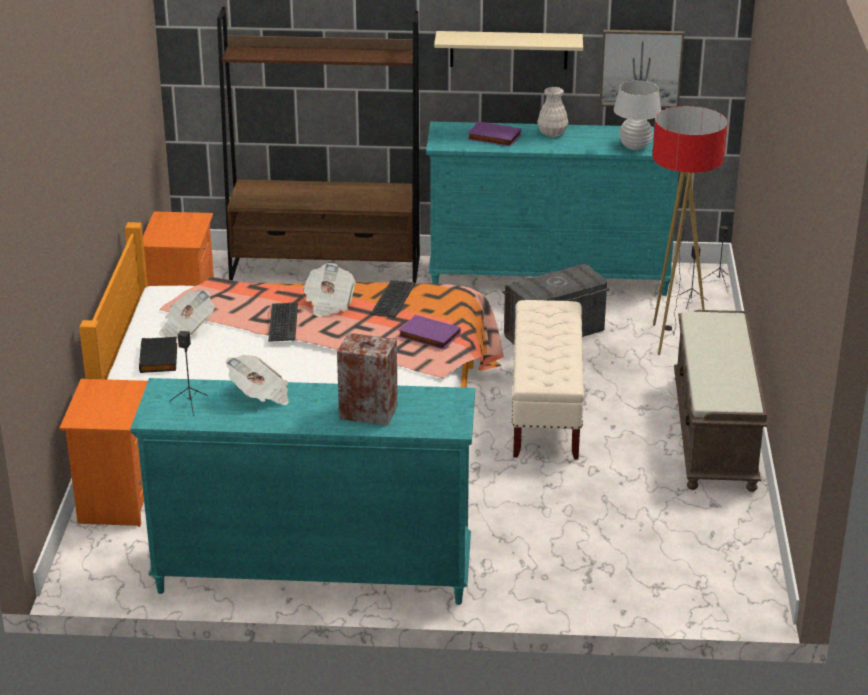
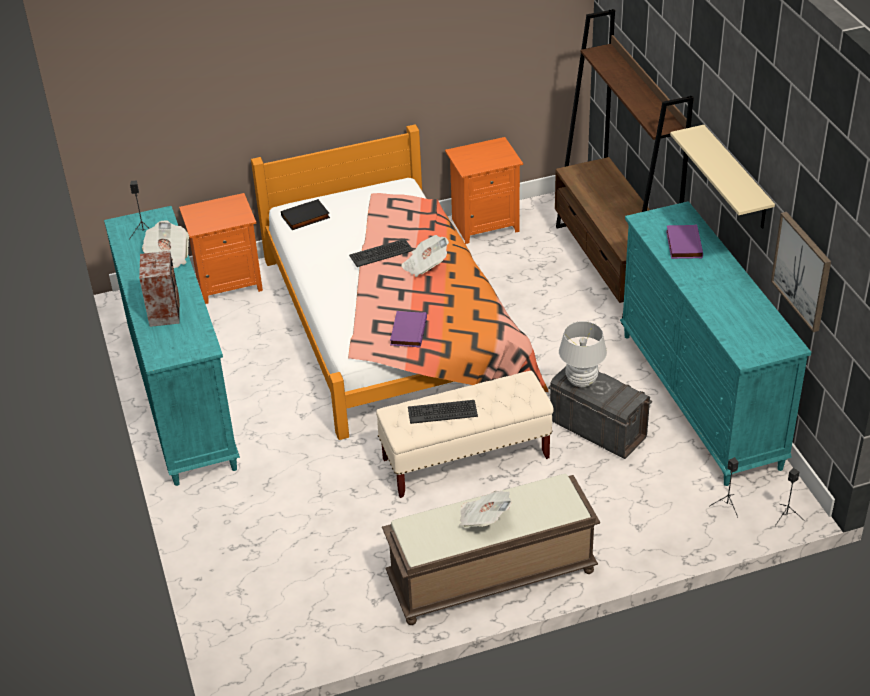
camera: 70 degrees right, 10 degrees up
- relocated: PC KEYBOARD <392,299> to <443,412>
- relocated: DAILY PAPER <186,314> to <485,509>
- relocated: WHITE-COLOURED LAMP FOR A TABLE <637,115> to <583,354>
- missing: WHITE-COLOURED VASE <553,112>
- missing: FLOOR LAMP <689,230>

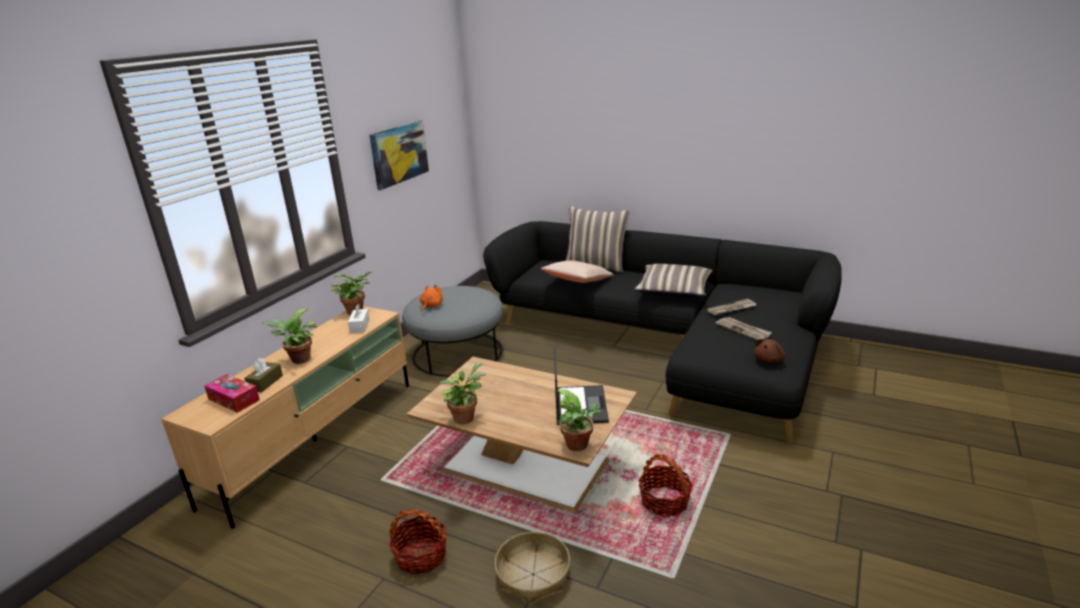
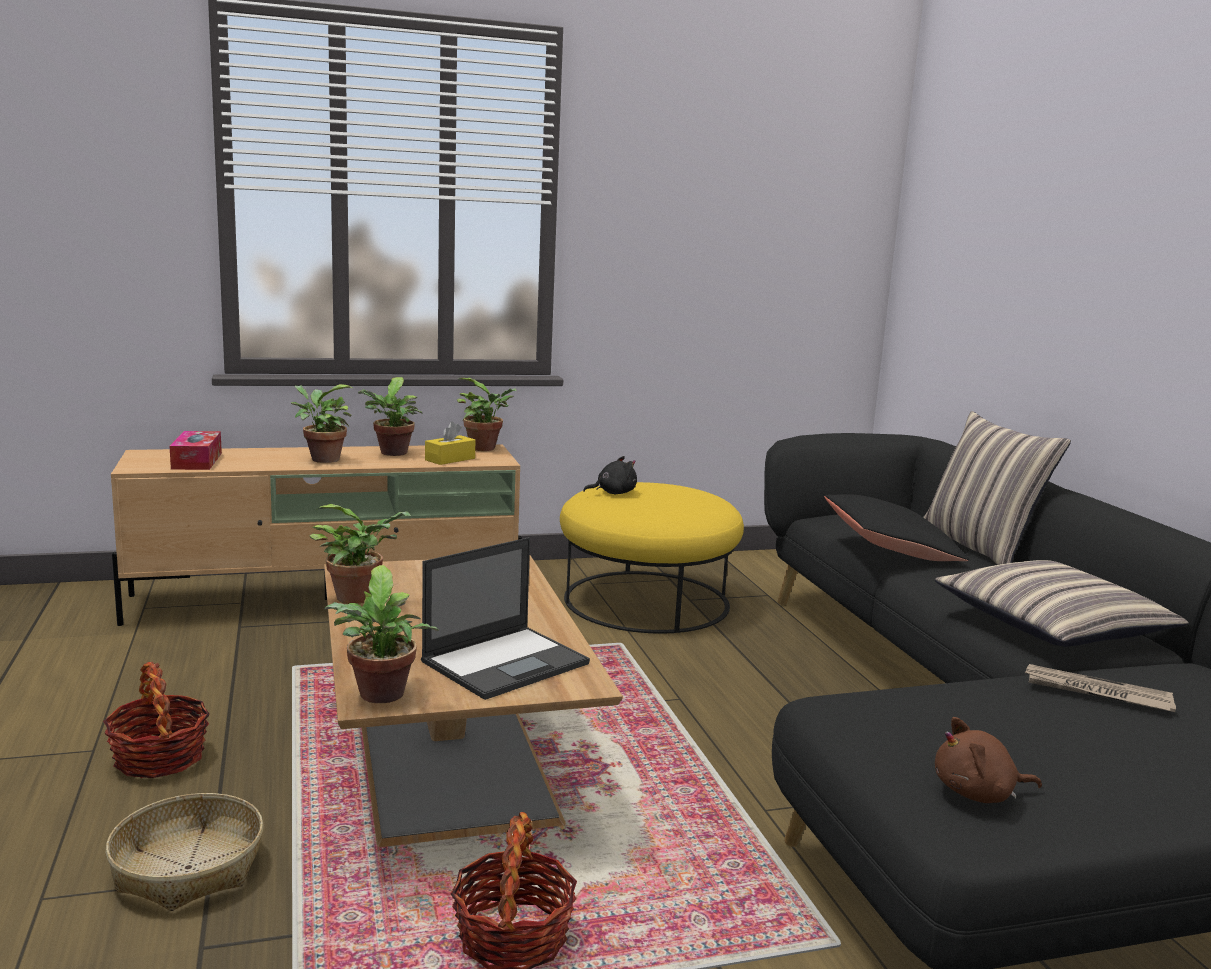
camera: 45 degrees right, 10 degrees down
- appeared: HOUSEPLANT <390,416>
- colour: WHITE-COLOURED TISSUE HOLDER <359,318> to YELLOW-COLOURED TISSUE HOLDER <450,443>
- colour: GREY FOOTREST <452,331> to YELLOW-COLOURED FOOTREST <652,557>
- colour: ORANGEY CUDDLY TOY <431,298> to BLACKISH CUDDLY TOY <610,475>
- colour: BEIGE-COLOURED CUSHION <577,272> to BLACKISH CUSHION <896,527>
- missing: BROWNISH TISSUE HOLDER <263,375>
- missing: PICTURE <399,155>
- missing: DAILY PAPER <744,329>

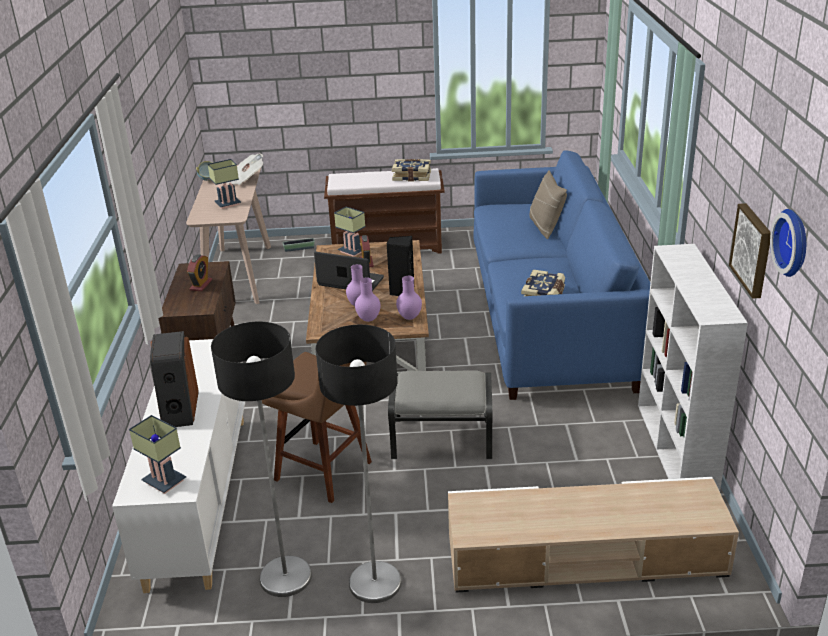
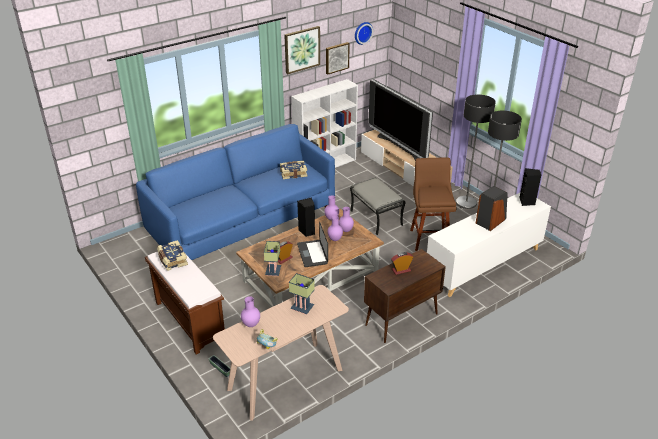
camera: 125 degrees left, 5 degrees up
- exchanged: DAILY PAPER <244,169> to PURPLE-COLOURED VASE <250,311>
- appeared: PICTURE <302,50>
- appeared: TV <400,119>
- exchanged: LAMP FOR A TABLE <157,454> to BLACKISH LOUDSPEAKER <530,187>
- missing: BEIGE-COLOURED CUSHION <548,204>

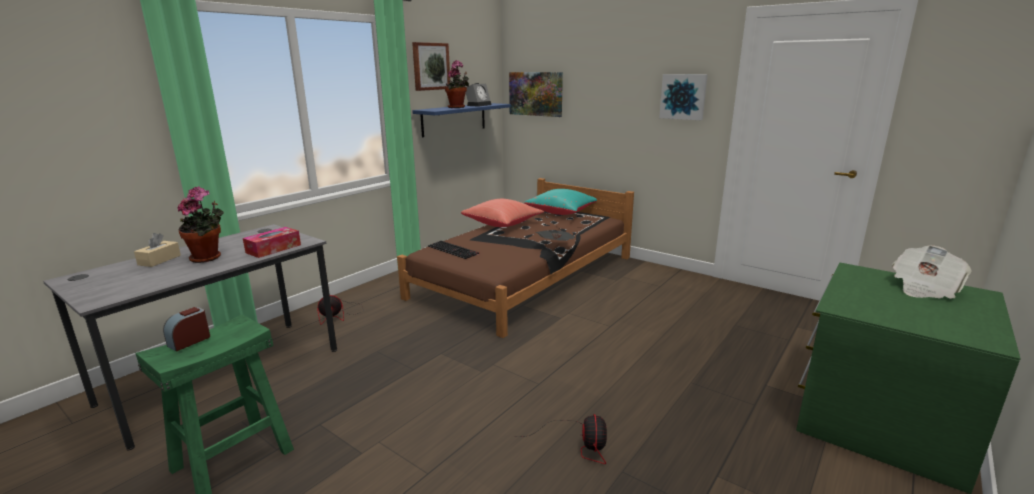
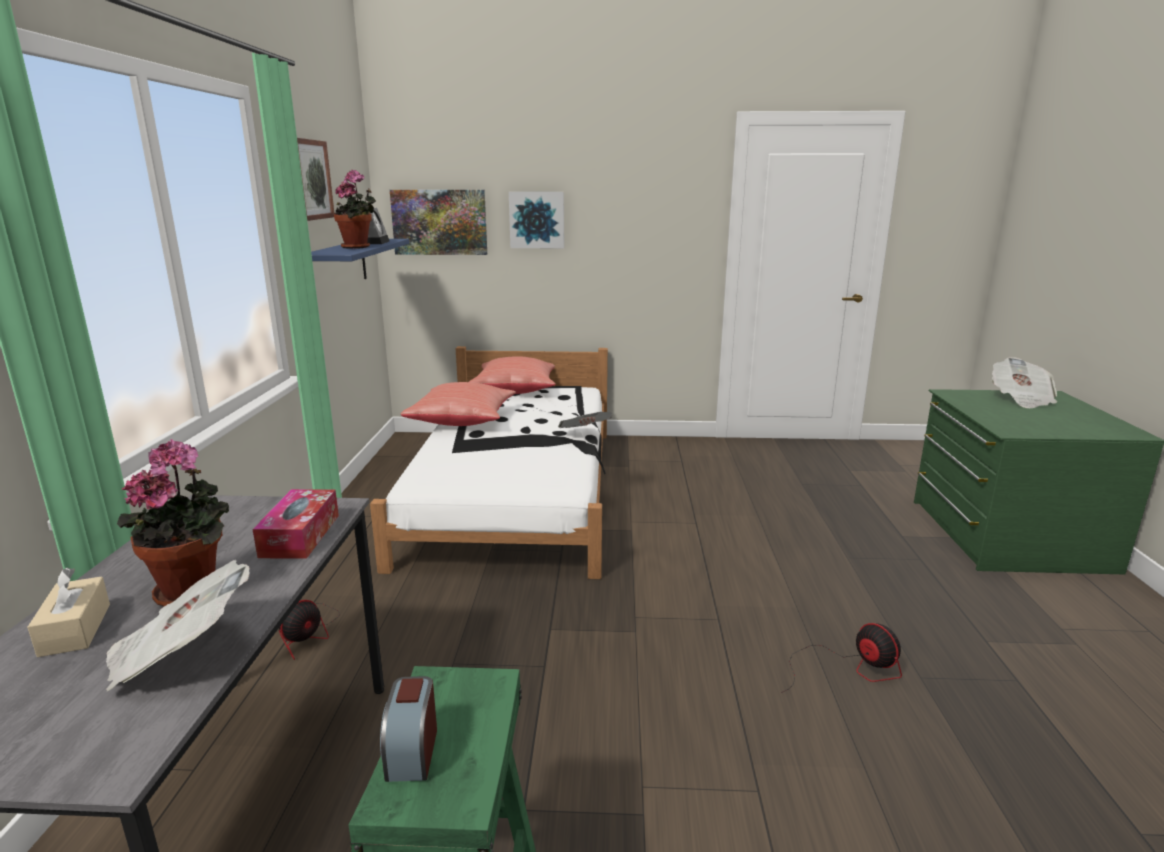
camera: 35 degrees left, 0 degrees up
- appeared: DAILY PAPER <178,625>
- colour: BROWNISH SLEEPING BED <515,258> to WHITE-COLOURED SLEEPING BED <489,462>
- colour: TURQUOISE CUSHION <560,202> to REDDISH CUSHION <512,375>
- relocated: PICTURE <683,97> to <536,220>
- missing: PC KEYBOARD <453,250>

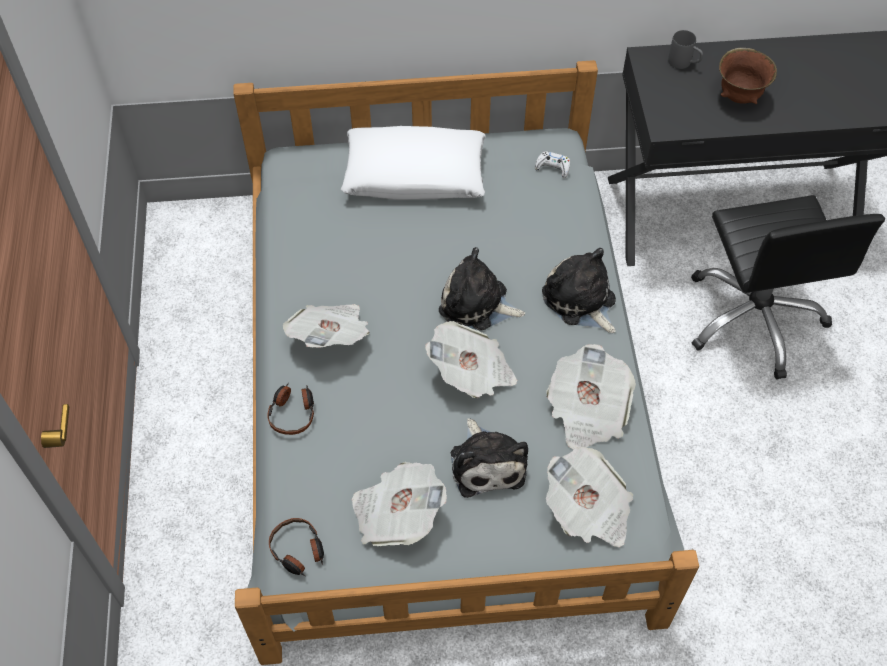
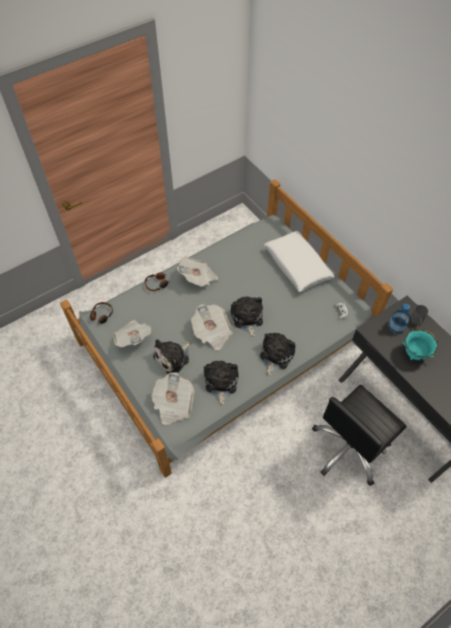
camera: 60 degrees right, 0 degrees up
- exchanged: DAILY PAPER <591,396> to CUDDLY TOY <221,383>
- appeared: BOTTLE <399,318>
- colour: BROWNISH DEEP DISH <748,76> to TURQUOISE DEEP DISH <420,344>

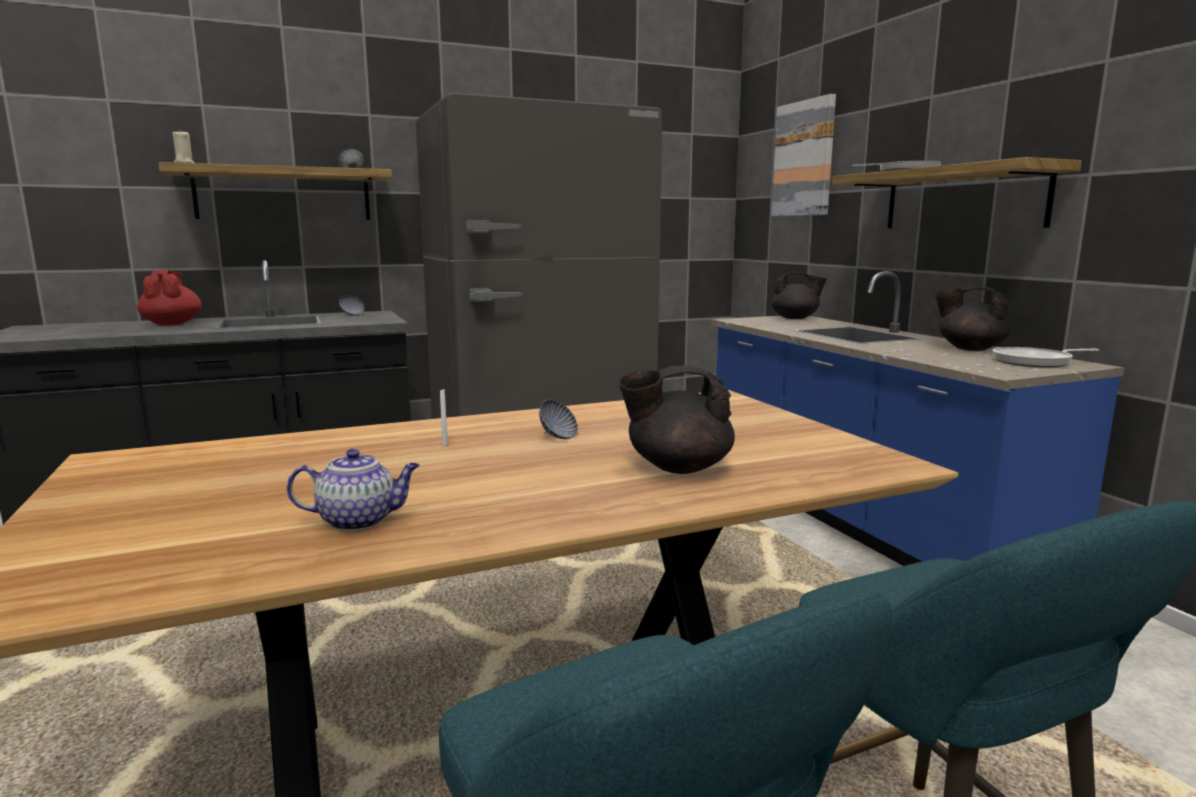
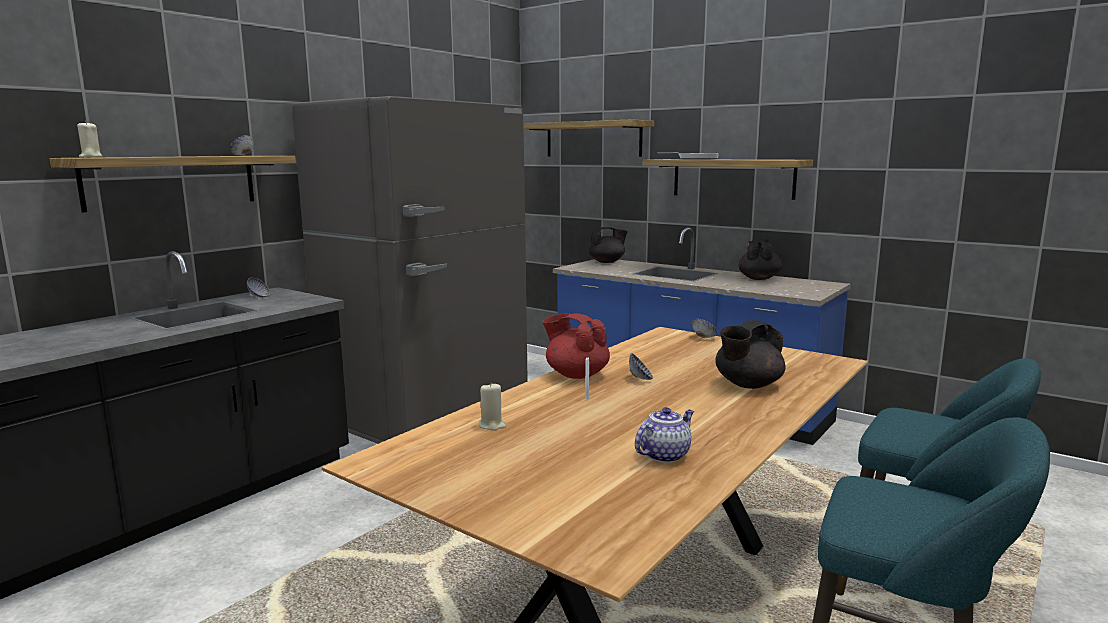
camera: 30 degrees left, 0 degrees up
- appeared: BEIGE-COLOURED WAX CANDLE <492,406>
- exchanged: PICTURE <803,155> to SHELF <588,138>
- relocated: REDDISH TEA POT <169,298> to <576,346>
- appeared: DEEP DISH <705,328>
- spun: BLACKISH TEA POT <972,318> = <760,259> 105 degrees clockwise
- missing: PAN <1046,357>

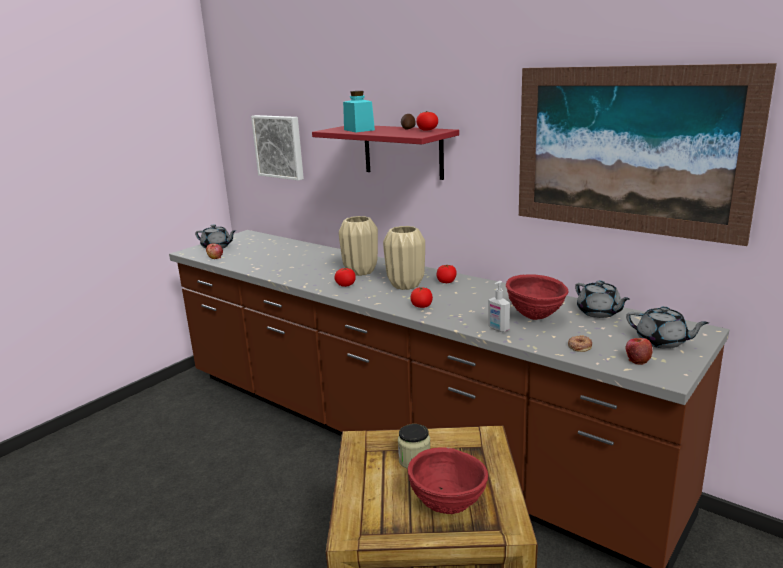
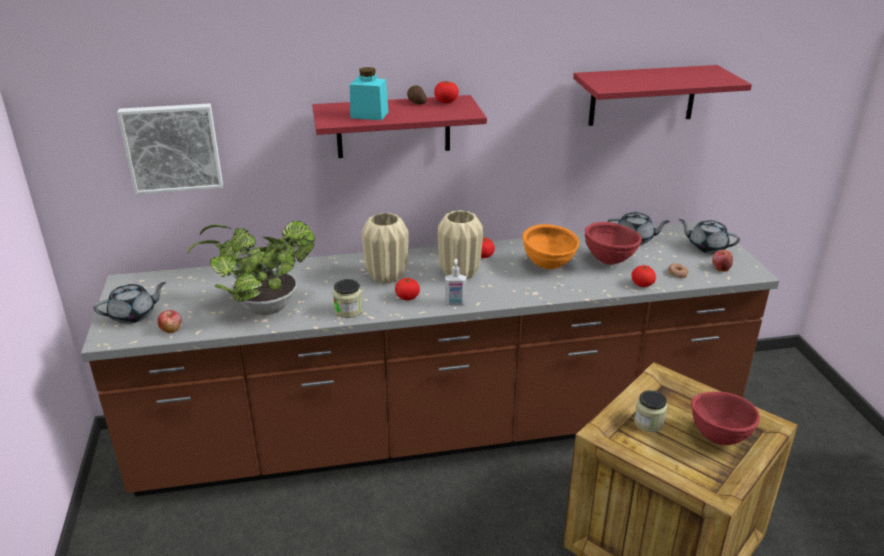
camera: 50 degrees left, 10 degrees up
- appeared: HOUSEPLANT <251,268>
- appeared: JAR <348,298>
- relocated: SOAP BOTTLE <499,306> to <455,282>
- appeared: ORANGEY DEEP DISH <550,246>
- exchanged: PICTURE <648,154> to REDDISH SHELF <662,95>
- relocated: WHOLE TOMATO <421,298> to <643,276>
- spun: GREY TEA POT <667,327> = <710,236> 135 degrees counterclockwise

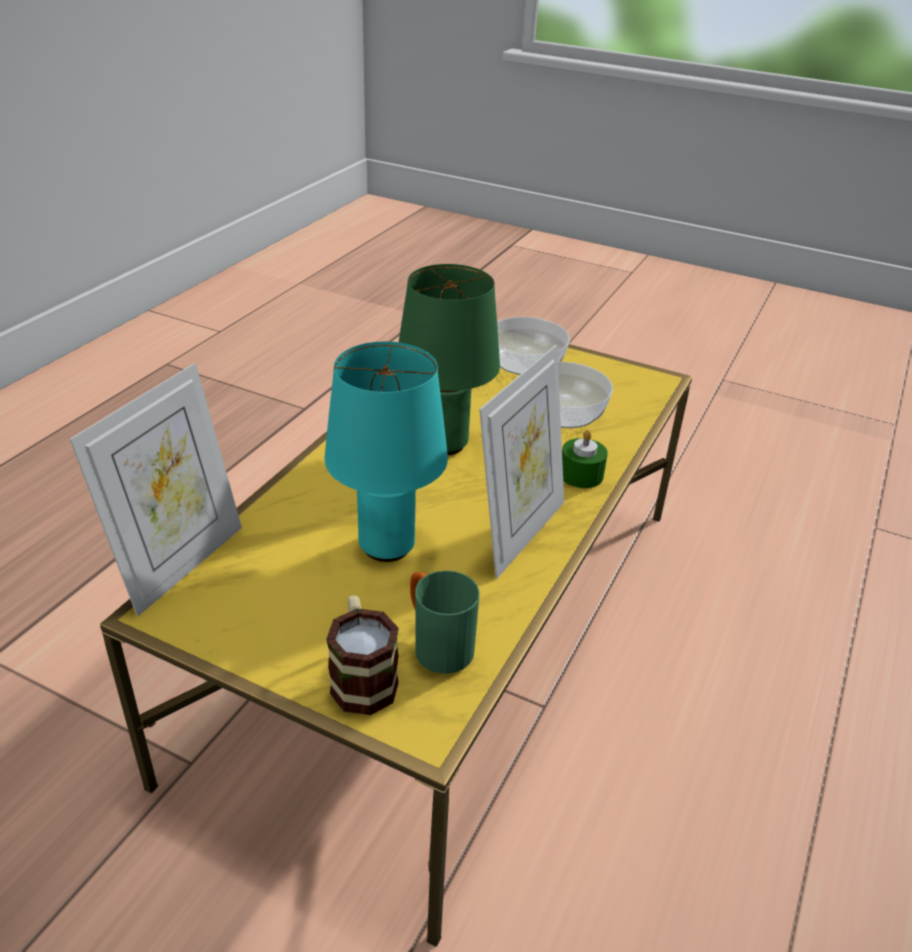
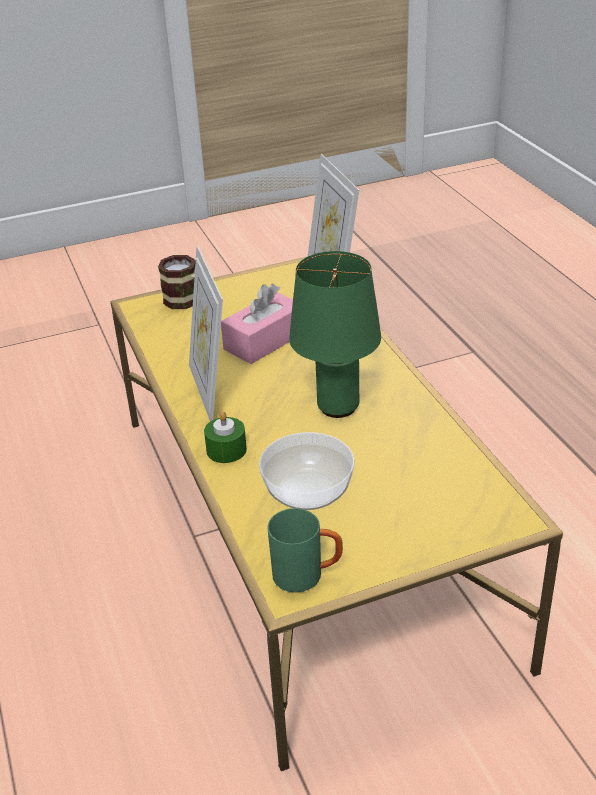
camera: 135 degrees right, 0 degrees up
- exchanged: TURQUOISE LAMP FOR A TABLE <386,452> to PINK-COLOURED TISSUE HOLDER <257,324>
- relocated: GREEN MUG <445,622> to <305,550>
- missing: DEEP DISH <533,346>

